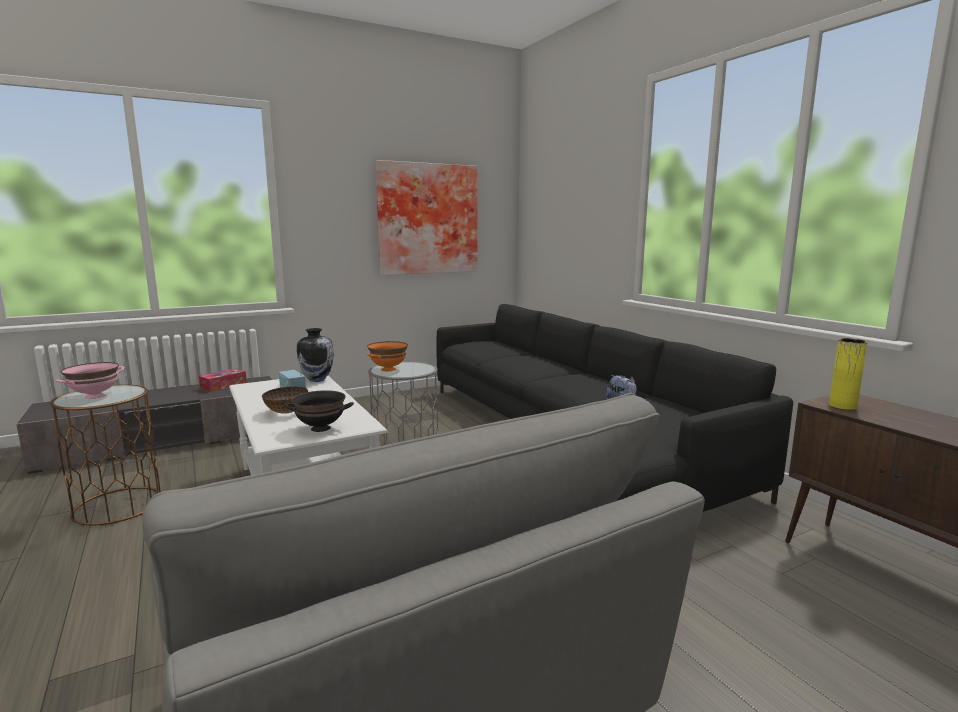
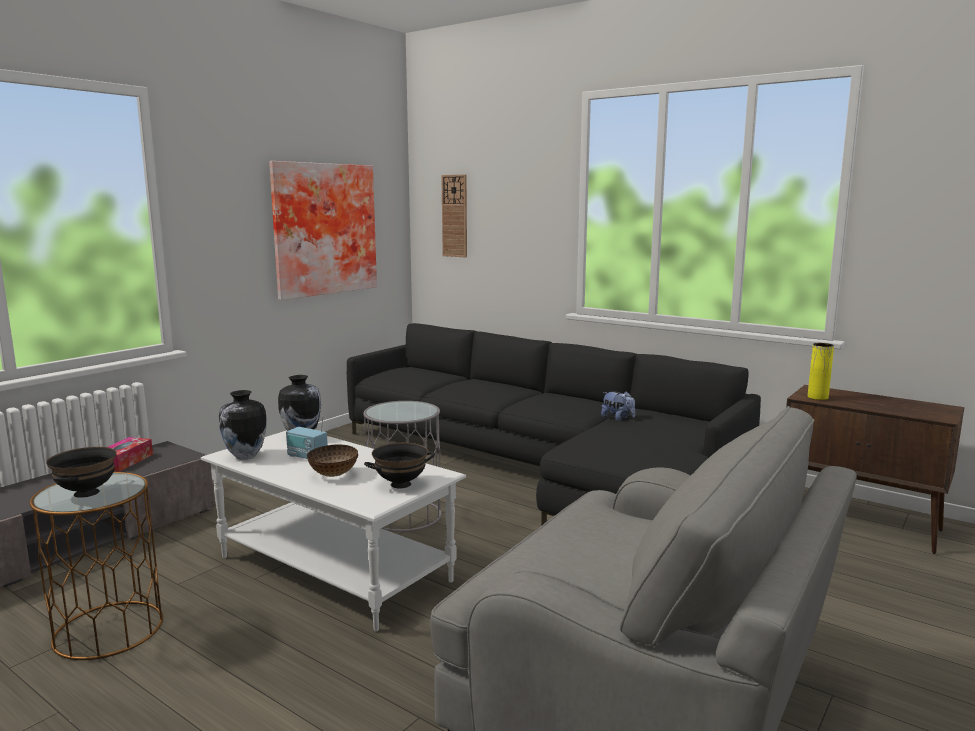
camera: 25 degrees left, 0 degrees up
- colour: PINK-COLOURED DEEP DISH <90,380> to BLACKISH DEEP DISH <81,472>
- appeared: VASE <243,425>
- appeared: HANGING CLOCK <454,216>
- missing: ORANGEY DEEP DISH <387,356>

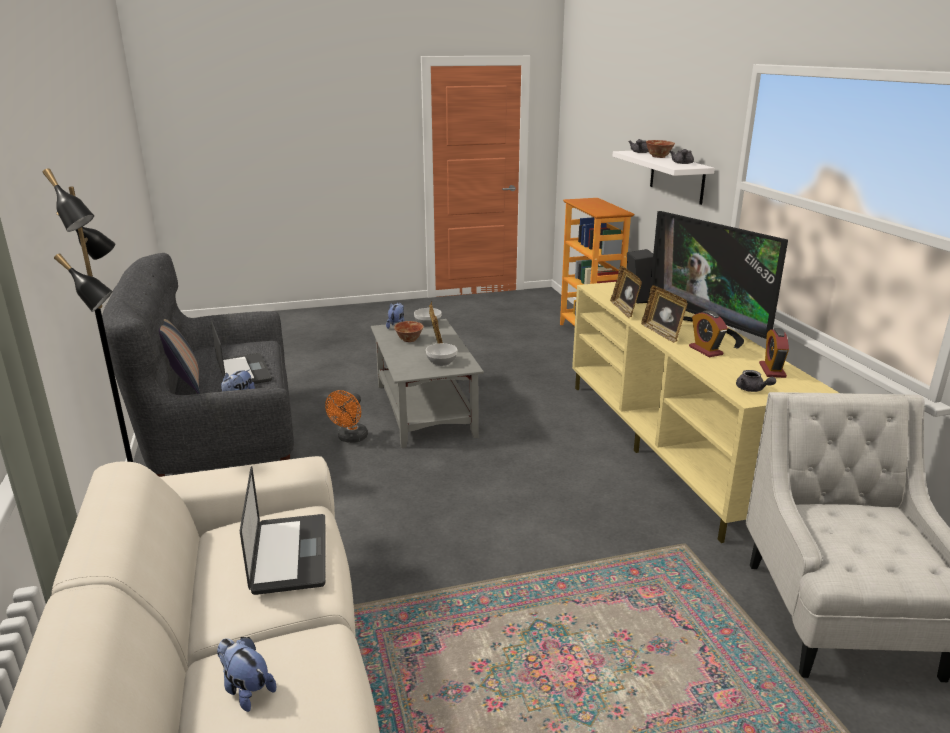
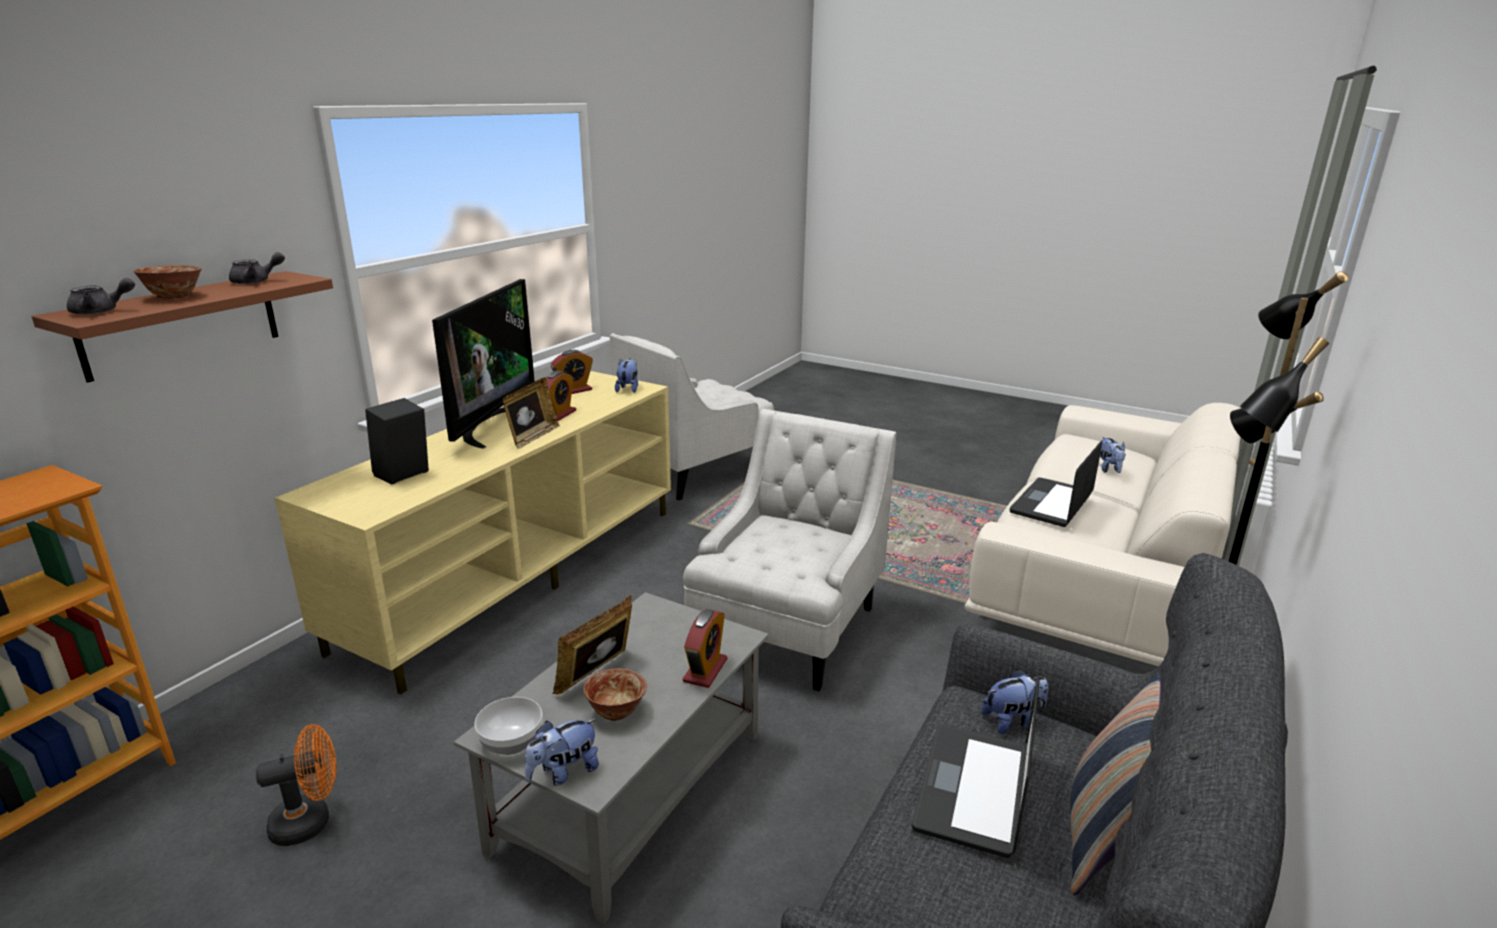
camera: 135 degrees left, 0 degrees up
- colour: WHITE-COLOURED SHELF <664,178> to BROWNISH SHELF <182,327>
- relocated: ORANGEY FAN <346,416> to <296,785>
- exchanged: GREY TEA POT <756,381> to CUDDLY TOY <626,375>
- appeared: WHITE-COLOURED EASY CHAIR <789,550>
- appeared: ALARM CLOCK <705,648>
- missing: DEEP DISH <441,354>
- missing: PHOTO FRAME <626,292>

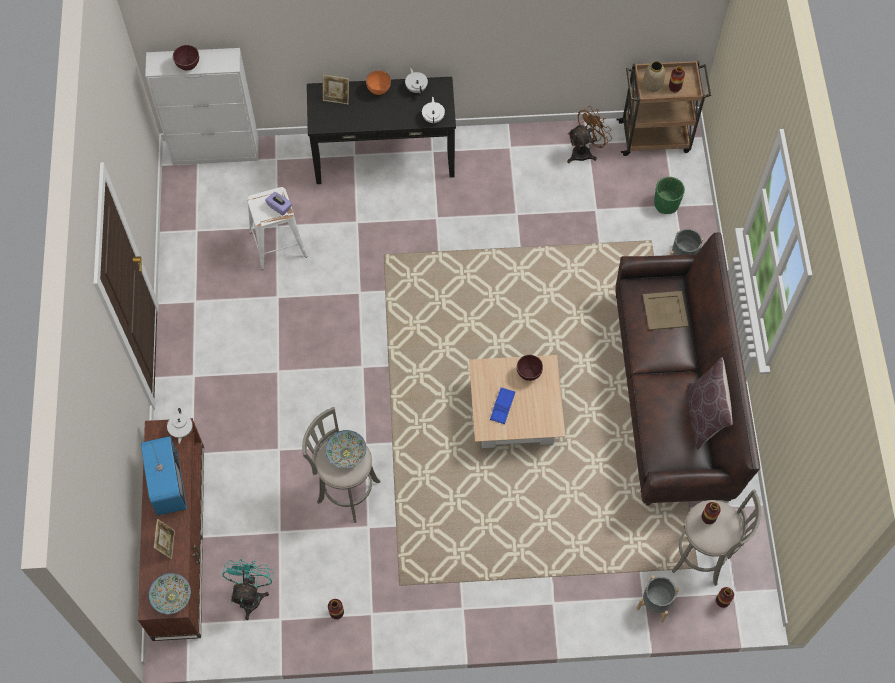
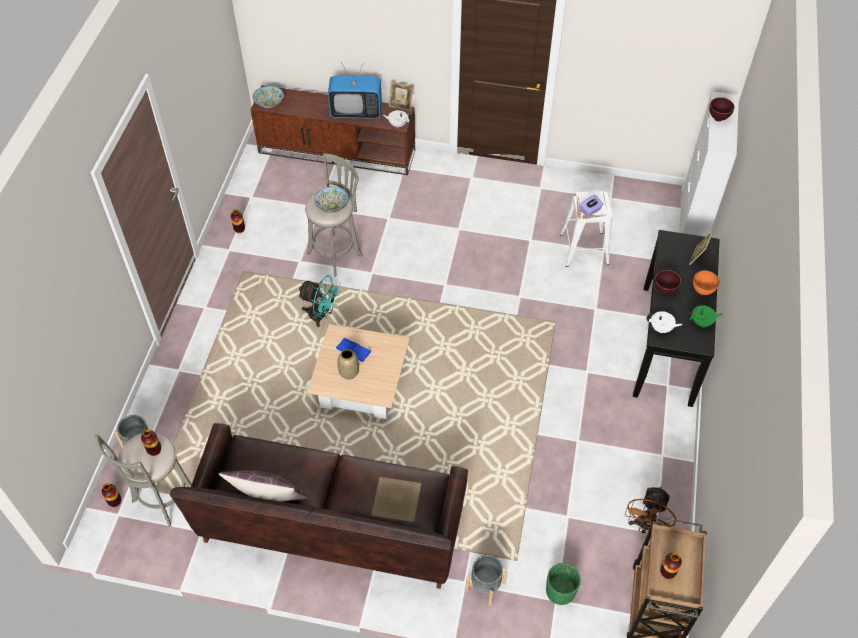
camera: 105 degrees right, 10 degrees down
- relocated: TURQUOISE FAN <248,589> to <319,301>
- relocated: VASE <654,76> to <348,364>
- relocated: PHOTO FRAME <164,539> to <401,96>
- spun: BROWNISH FAN <589,134> = <650,509> 45 degrees clockwise
- relocated: BROWNISH DEEP DISH <530,368> to <668,282>
- colour: WHITE-COLOURED TEA POT <416,81> to GREEN TEA POT <705,316>

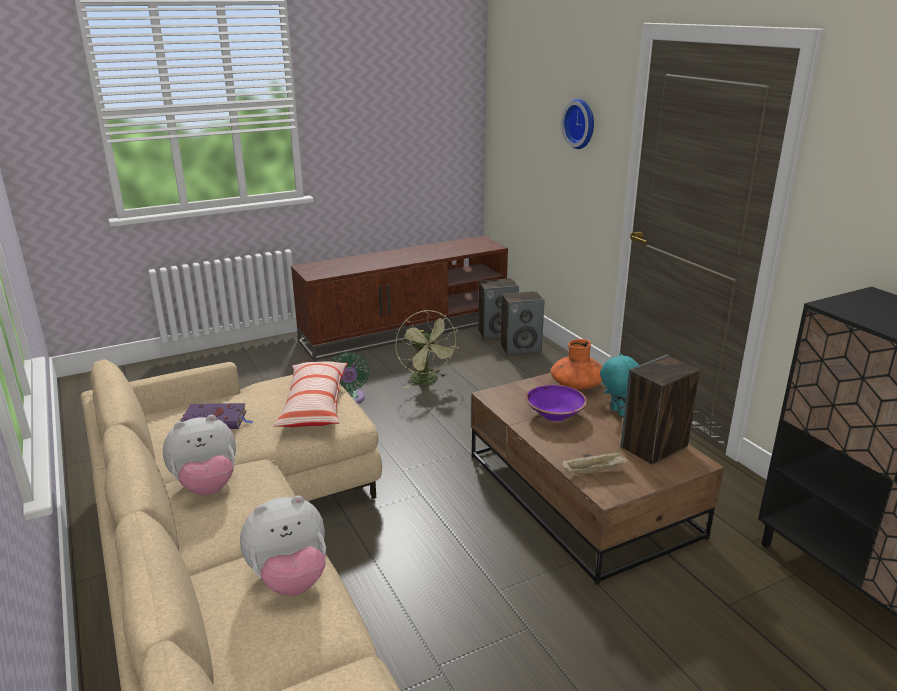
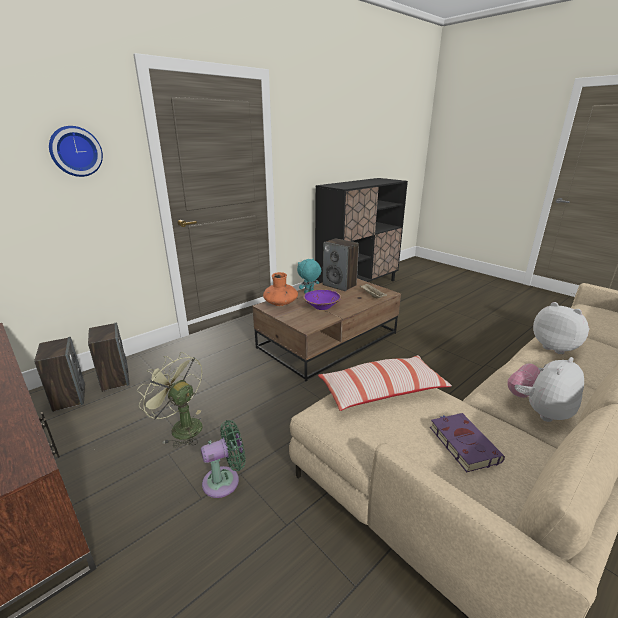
camera: 105 degrees left, 0 degrees up
- spun: GREEN FAN <427,349> = <170,400> 105 degrees counterclockwise
- spun: CUDDLY TOY <199,455> = <545,389> 90 degrees counterclockwise

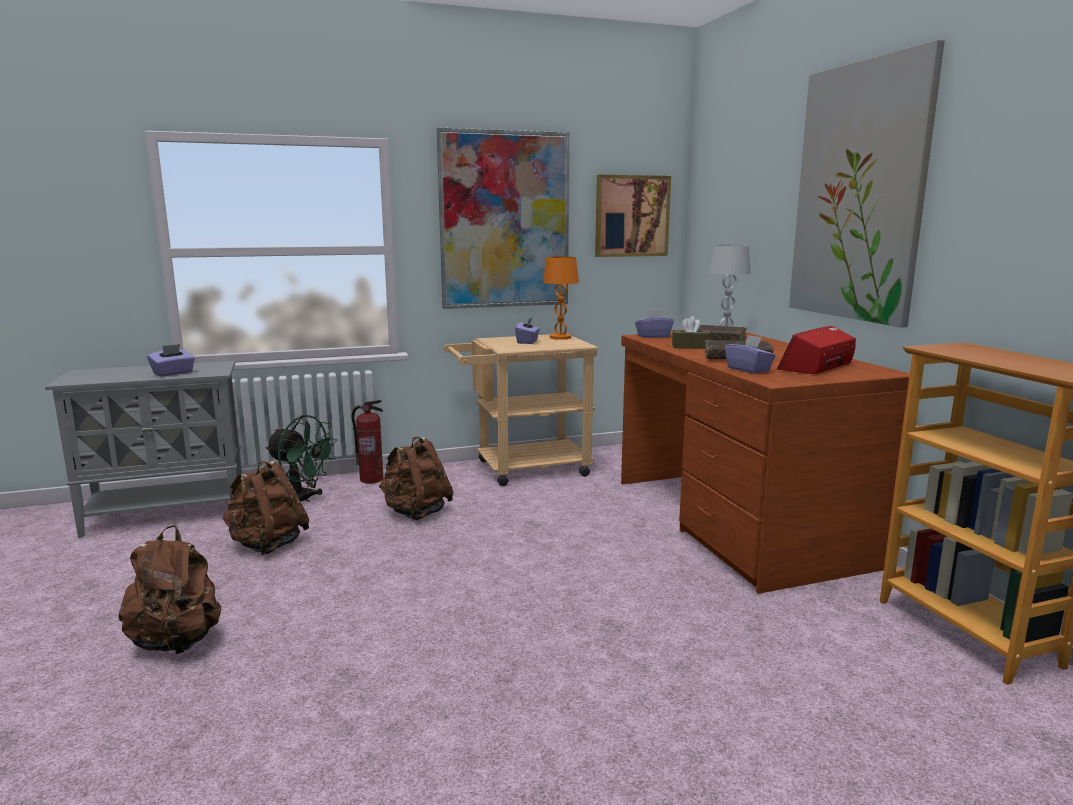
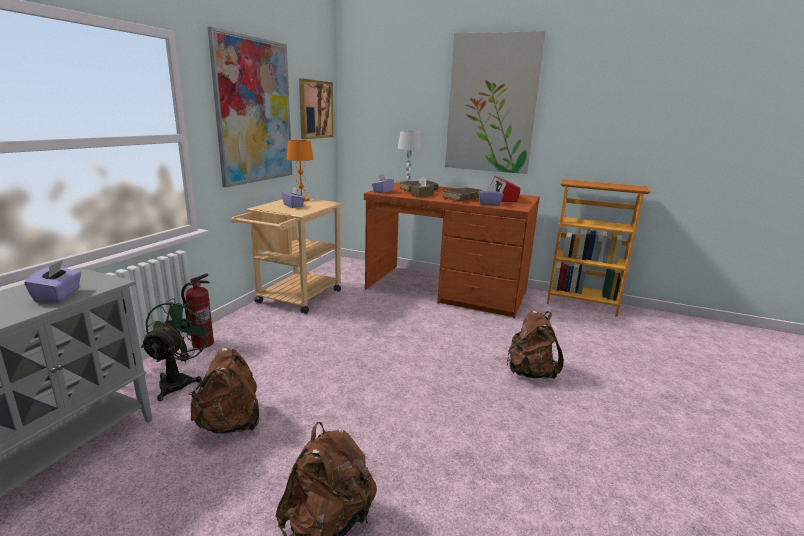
camera: 50 degrees left, 5 degrees up
- spun: GREEN FAN <301,458> = <176,349> 60 degrees counterclockwise
- relocated: BROWNISH RUCKSACK <416,478> to <535,345>

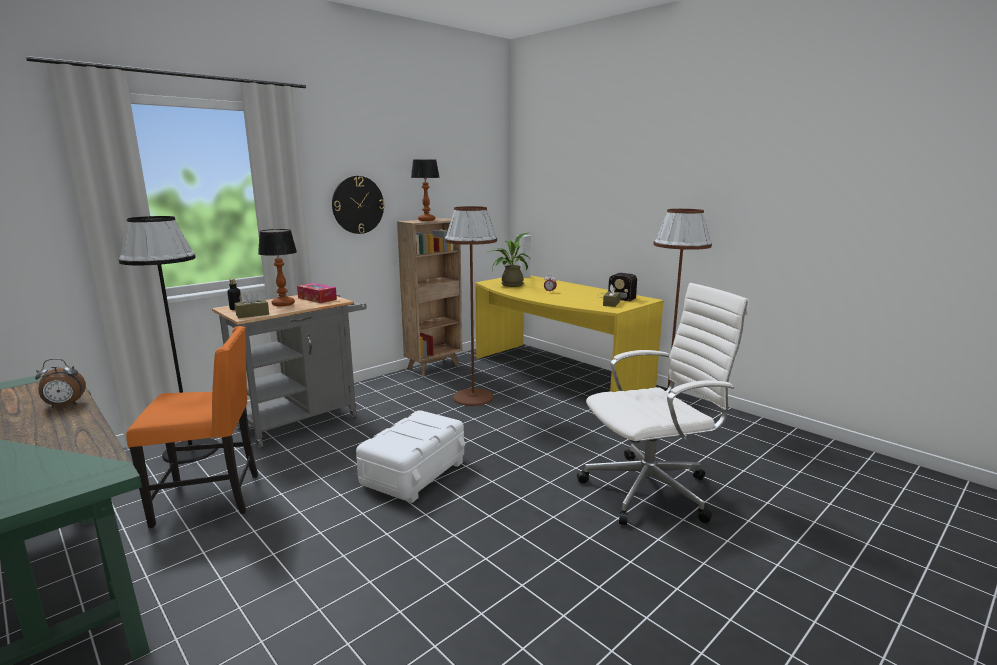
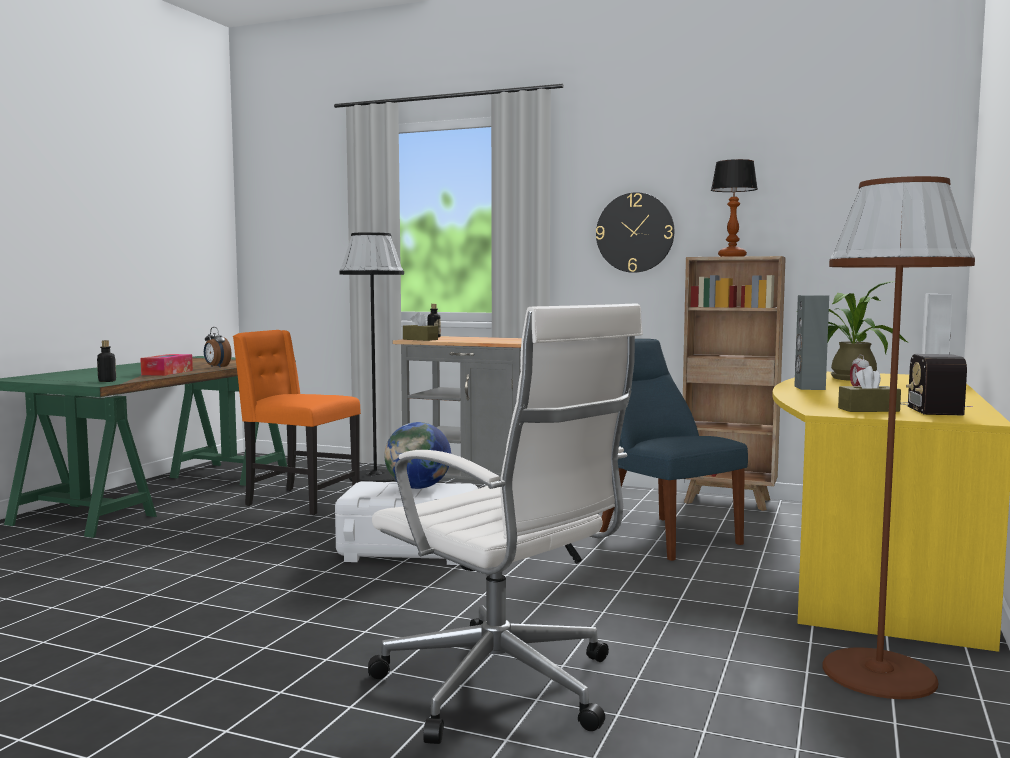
camera: 65 degrees right, 10 degrees down
- appeared: BOTTLE <106,361>
- relocated: TISSUE HOLDER <317,293> to <166,365>
- spun: ORANGEY CHAIR <192,427> = <297,422> 150 degrees clockwise
- appeared: DESK GLOBE <417,455>
- exchanged: BROWNISH FLOOR LAMP <471,306> to BLUE-COLOURED CHAIR <673,450>
- appeared: GREY LOUDSPEAKER <811,342>
- missing: LAMP FOR A TABLE <277,267>

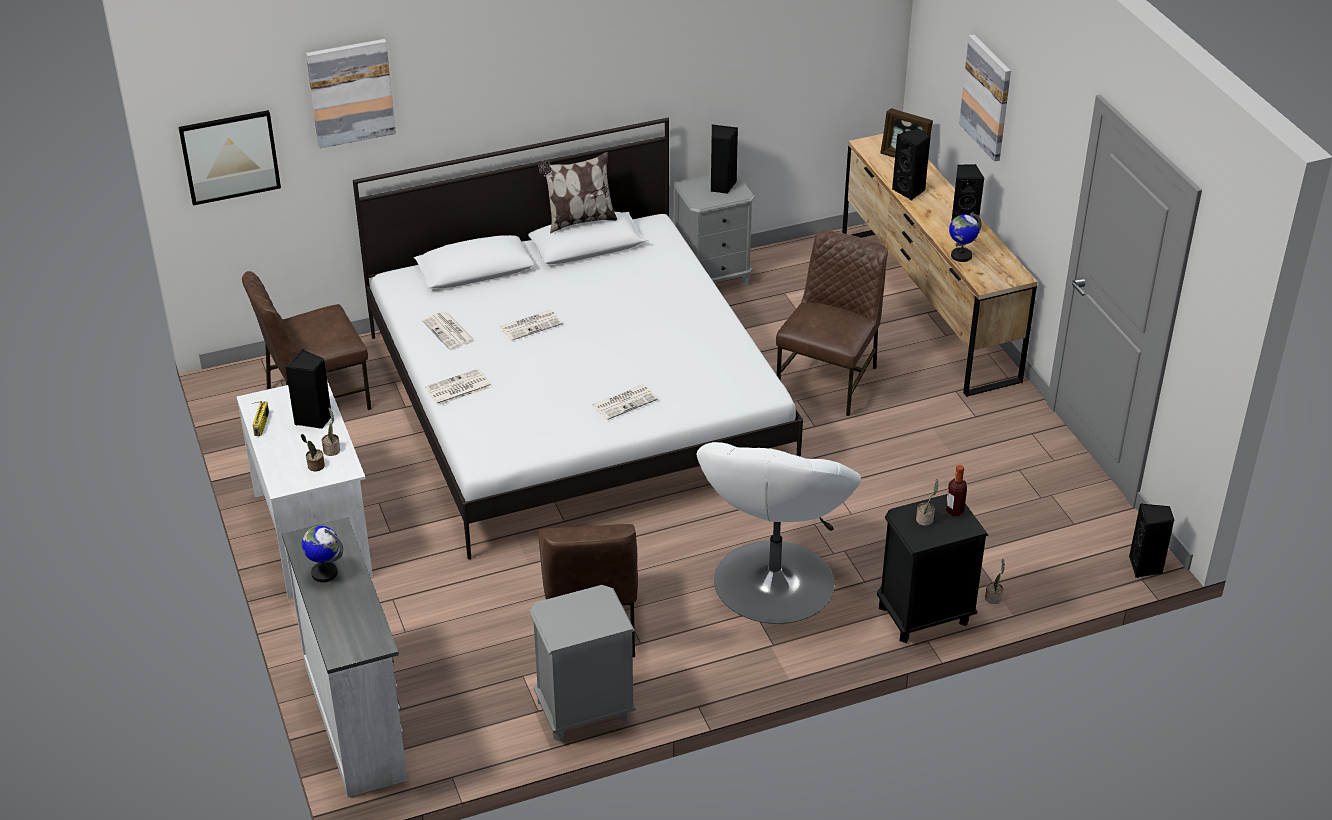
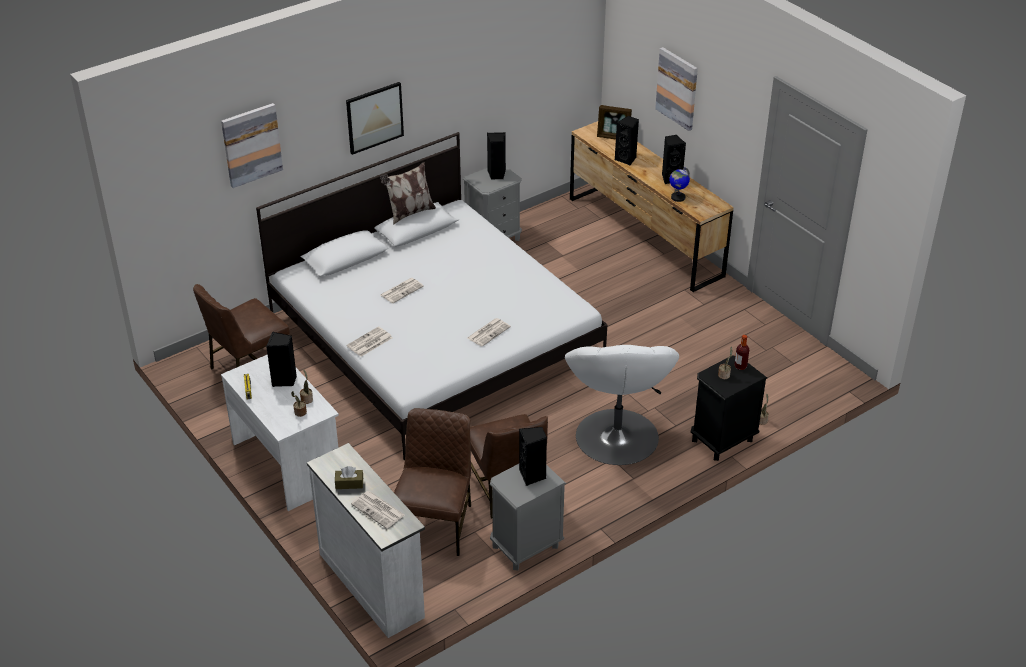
camera: 15 degrees left, 0 degrees up
- exchanged: DESK GLOBE <322,554> to BROWNISH TISSUE HOLDER <349,477>
- relocated: PICTURE <229,158> to <375,118>
- relocated: DAILY PAPER <448,331> to <377,510>
- relocated: BROWNISH CHAIR <832,323> to <432,482>
- relocated: BLACKISH LOUDSPEAKER <1152,540> to <533,456>

